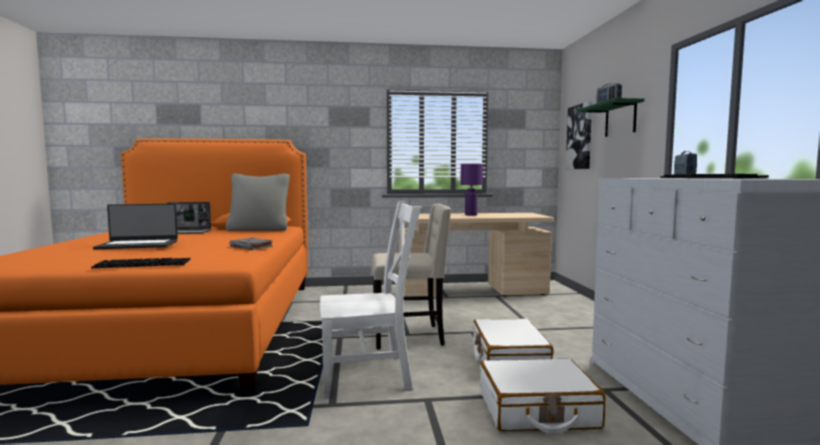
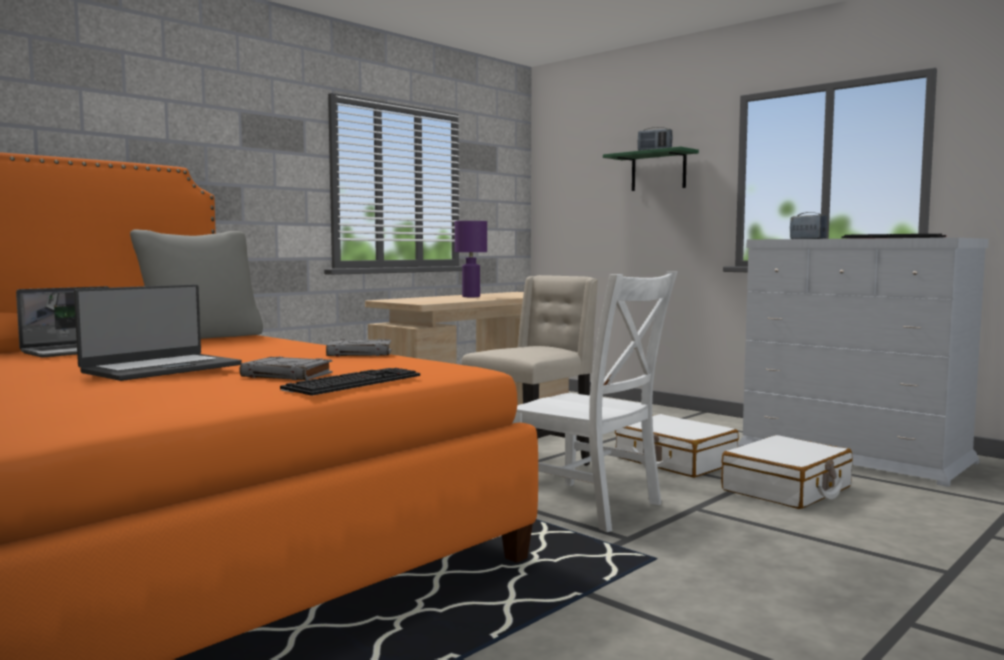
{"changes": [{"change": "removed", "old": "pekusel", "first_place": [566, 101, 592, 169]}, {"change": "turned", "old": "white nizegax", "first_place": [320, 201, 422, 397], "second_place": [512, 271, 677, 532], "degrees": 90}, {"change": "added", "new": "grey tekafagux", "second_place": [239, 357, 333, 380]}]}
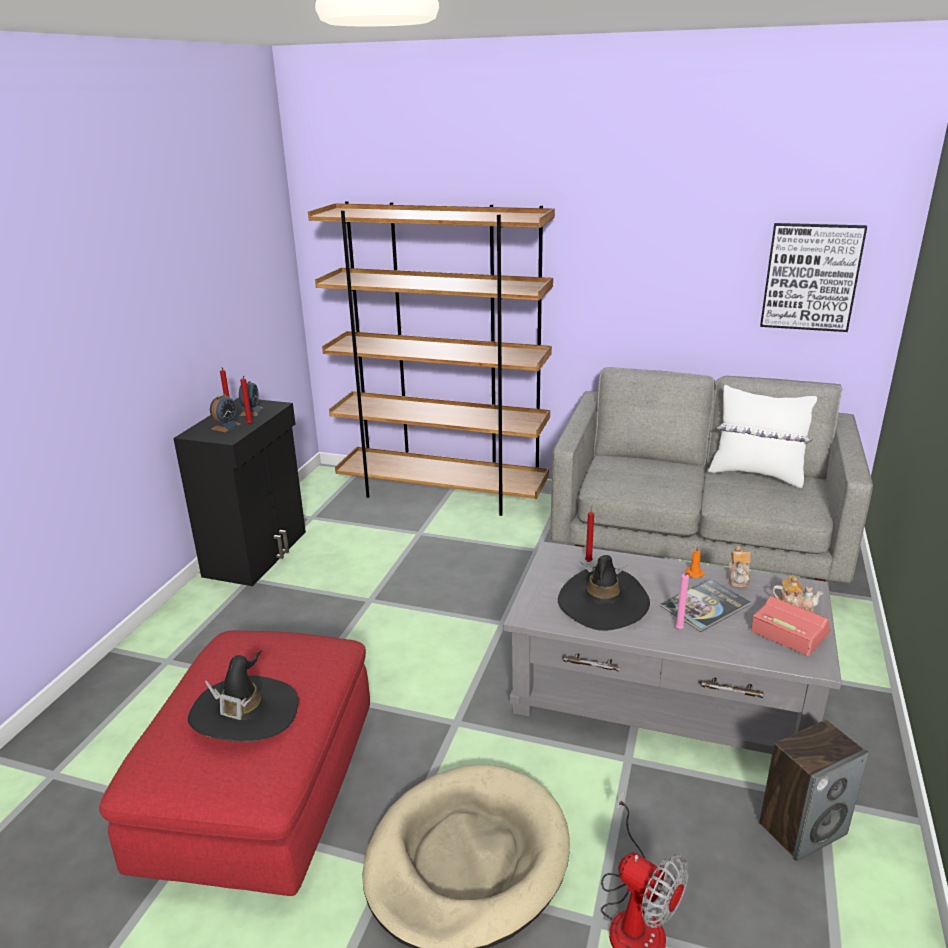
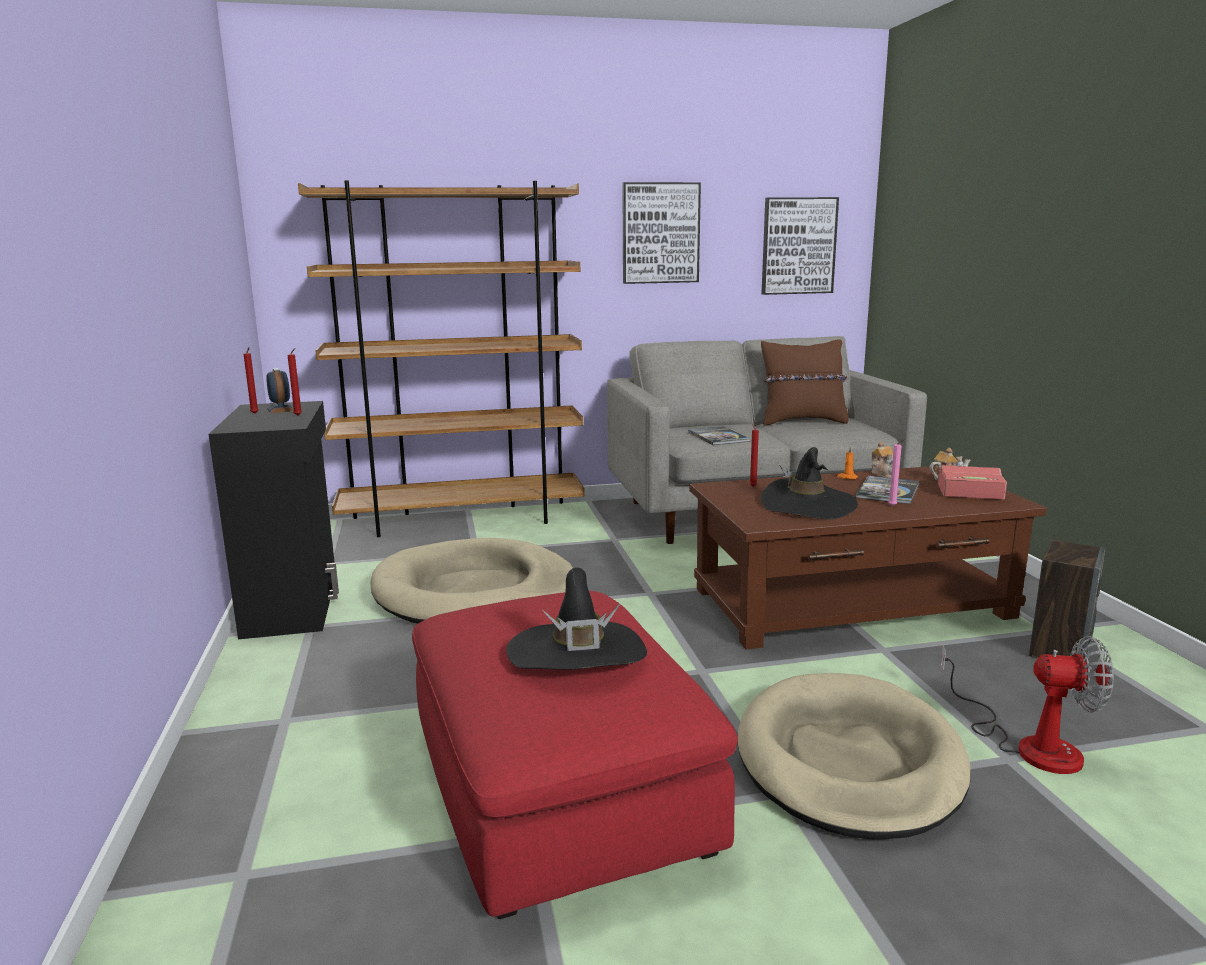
{"changes": [{"change": "recoloured", "old": "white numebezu", "new": "brown numebezu", "first_place": [708, 385, 817, 488], "second_place": [761, 339, 849, 425]}, {"change": "removed", "old": "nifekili", "first_place": [210, 394, 241, 432]}, {"change": "recoloured", "old": "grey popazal", "new": "brown popazal", "first_place": [503, 541, 842, 754], "second_place": [689, 466, 1047, 649]}, {"change": "added", "new": "pekusel", "second_place": [622, 182, 701, 284]}, {"change": "added", "new": "tekafagux", "second_place": [688, 426, 751, 445]}, {"change": "added", "new": "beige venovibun", "second_place": [370, 538, 573, 624]}]}
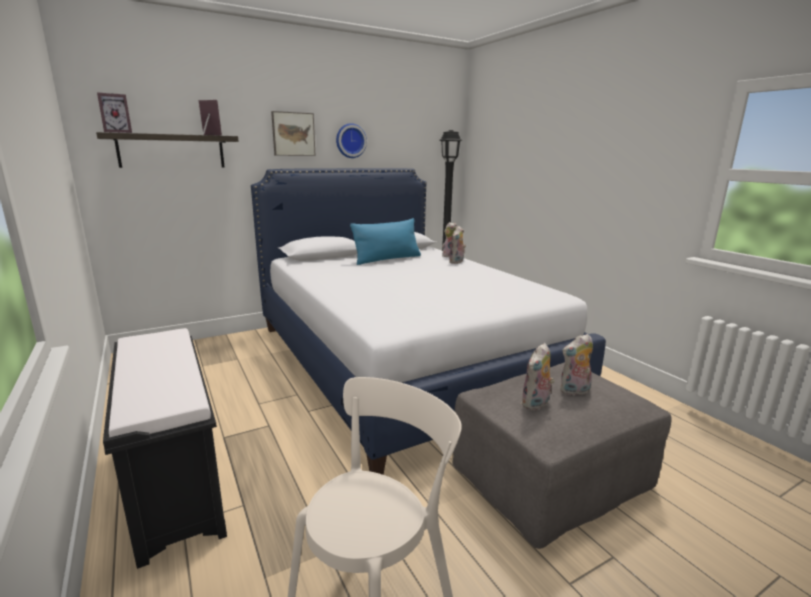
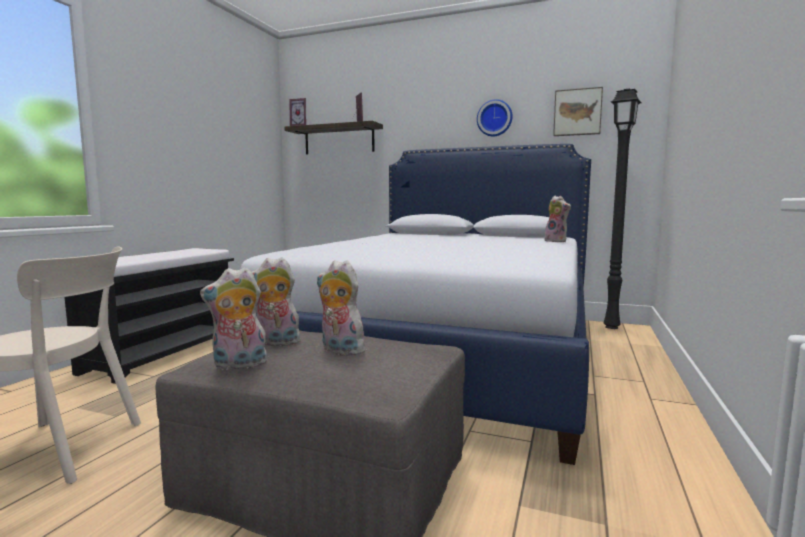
{"changes": [{"change": "moved", "old": "pekusel", "first_place": [271, 111, 316, 156], "second_place": [553, 87, 603, 136]}, {"change": "removed", "old": "blue numebezu", "first_place": [350, 218, 421, 265]}, {"change": "moved", "old": "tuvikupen", "first_place": [449, 226, 466, 264], "second_place": [200, 267, 267, 370]}]}
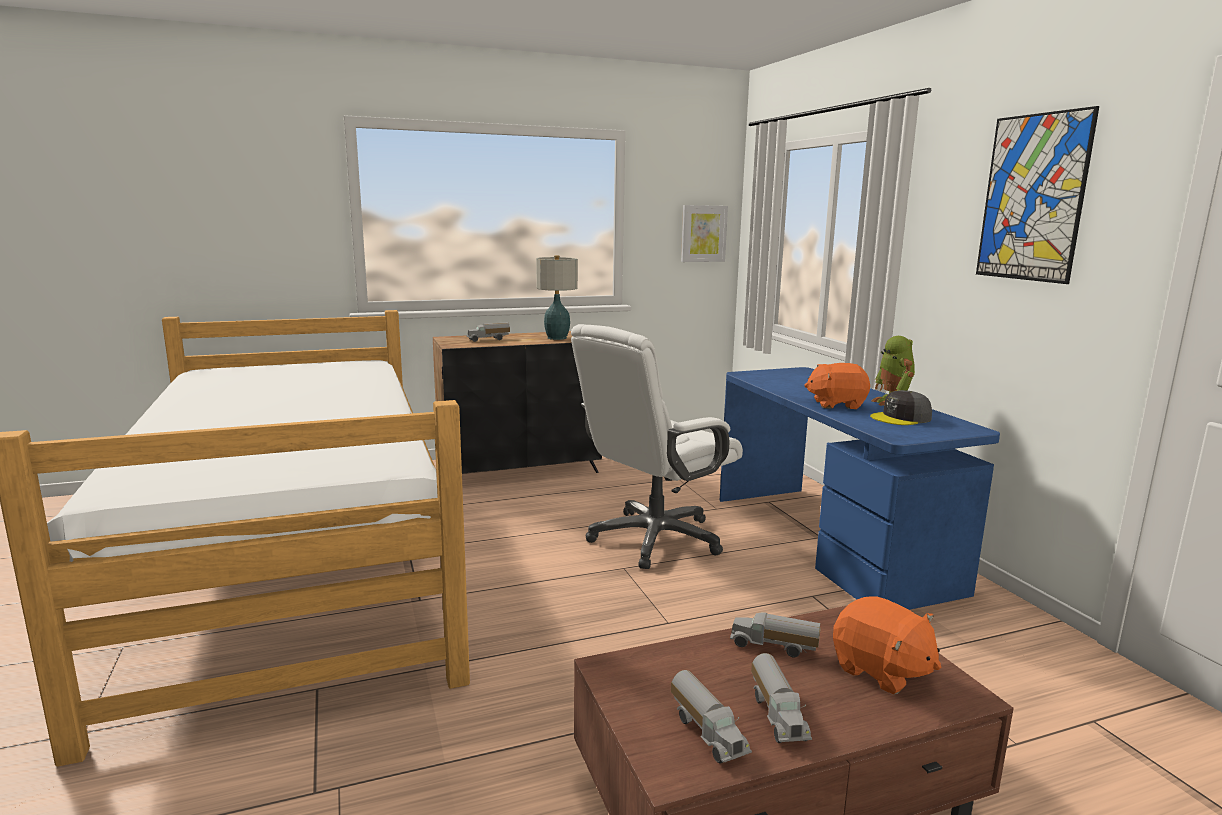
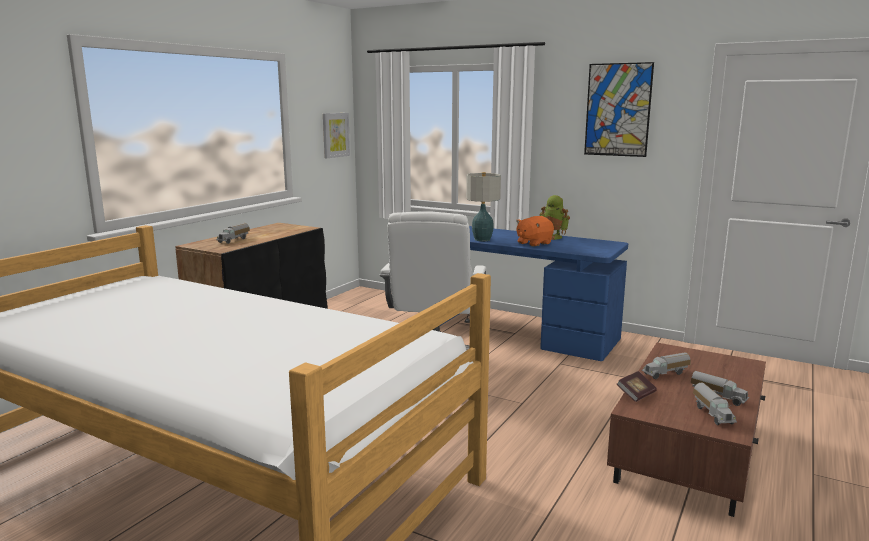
{"changes": [{"change": "moved", "old": "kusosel", "first_place": [536, 255, 578, 340], "second_place": [466, 172, 501, 241]}, {"change": "removed", "old": "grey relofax", "first_place": [870, 390, 932, 425]}, {"change": "removed", "old": "orange tuvikupen", "first_place": [833, 596, 941, 694]}, {"change": "turned", "old": "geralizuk", "first_place": [671, 670, 752, 763], "second_place": [693, 383, 737, 425], "degrees": 60}, {"change": "added", "new": "tekafagux", "second_place": [617, 371, 657, 402]}]}
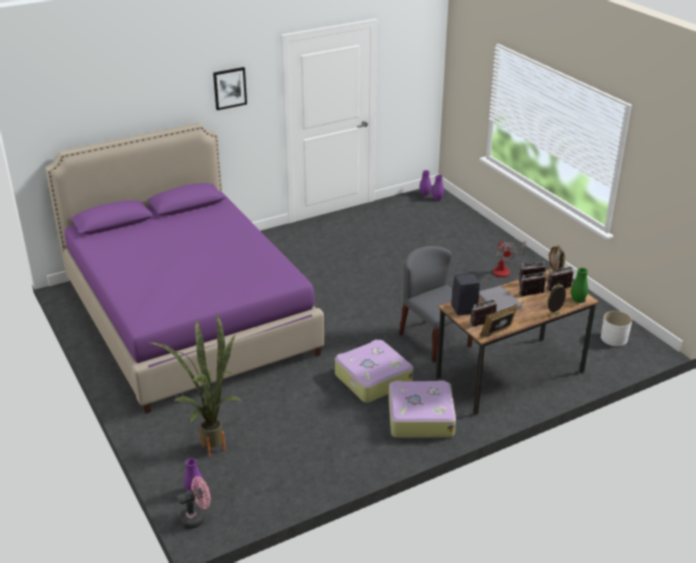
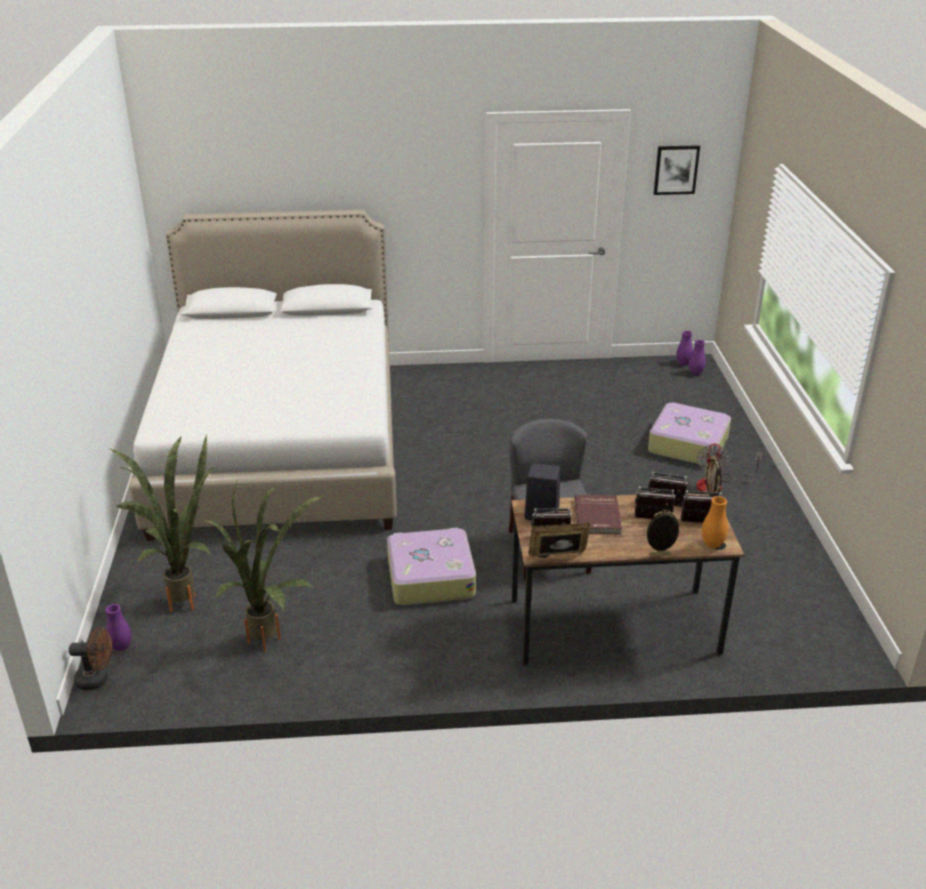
{"changes": [{"change": "moved", "old": "pekusel", "first_place": [213, 67, 247, 110], "second_place": [654, 145, 700, 195]}, {"change": "recoloured", "old": "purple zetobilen", "new": "white zetobilen", "first_place": [45, 123, 324, 414], "second_place": [129, 209, 397, 541]}, {"change": "recoloured", "old": "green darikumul", "new": "orange darikumul", "first_place": [571, 268, 588, 303], "second_place": [702, 496, 728, 548]}, {"change": "recoloured", "old": "grey tekafagux", "new": "red tekafagux", "first_place": [479, 286, 522, 312], "second_place": [574, 495, 622, 534]}, {"change": "removed", "old": "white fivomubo", "first_place": [601, 311, 632, 346]}, {"change": "moved", "old": "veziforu", "first_place": [389, 380, 456, 438], "second_place": [648, 402, 731, 466]}, {"change": "recoloured", "old": "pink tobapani", "new": "brown tobapani", "first_place": [177, 476, 210, 529], "second_place": [69, 627, 112, 690]}, {"change": "added", "new": "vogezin", "second_place": [202, 481, 325, 652]}]}
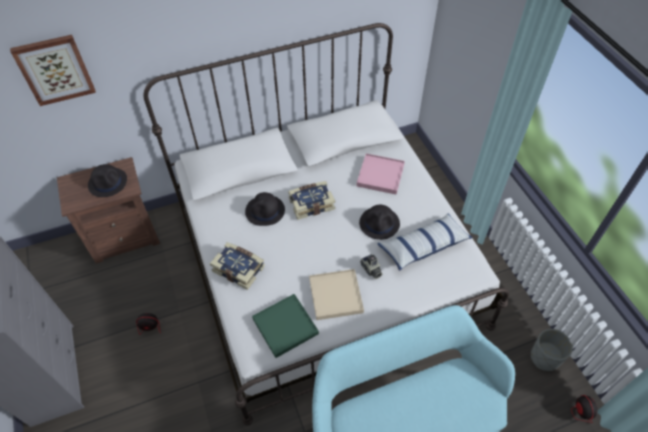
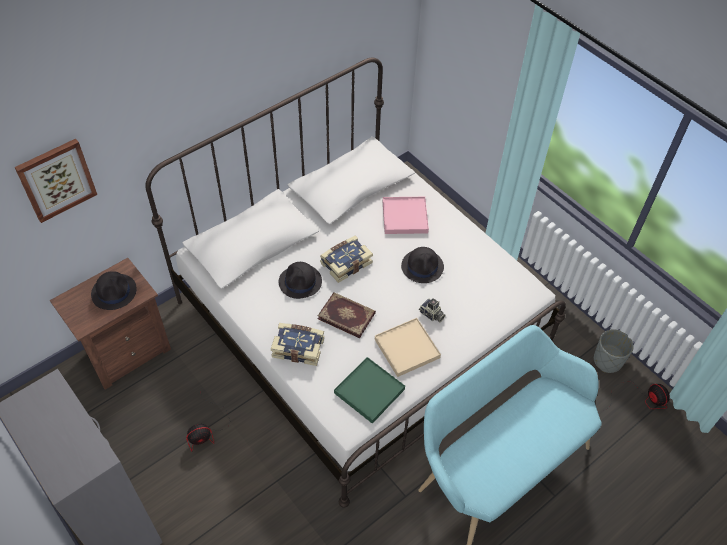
{"changes": [{"change": "removed", "old": "numebezu", "first_place": [377, 214, 473, 271]}, {"change": "added", "new": "tekafagux", "second_place": [318, 292, 376, 338]}]}
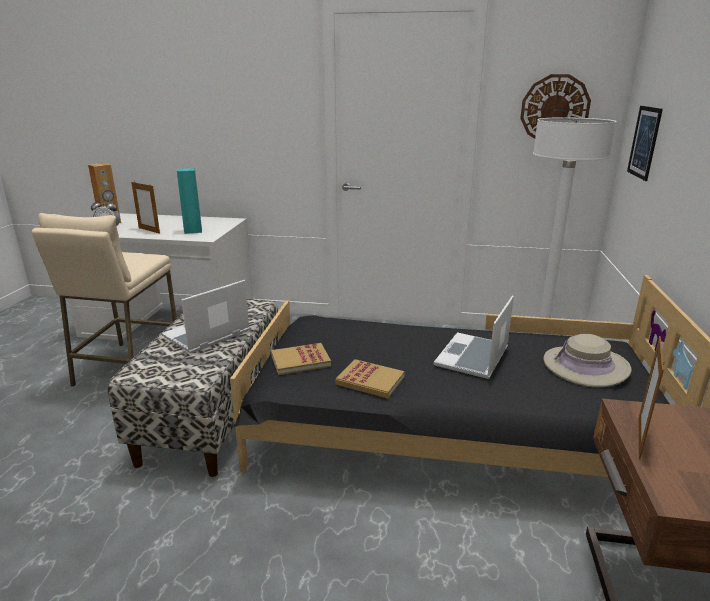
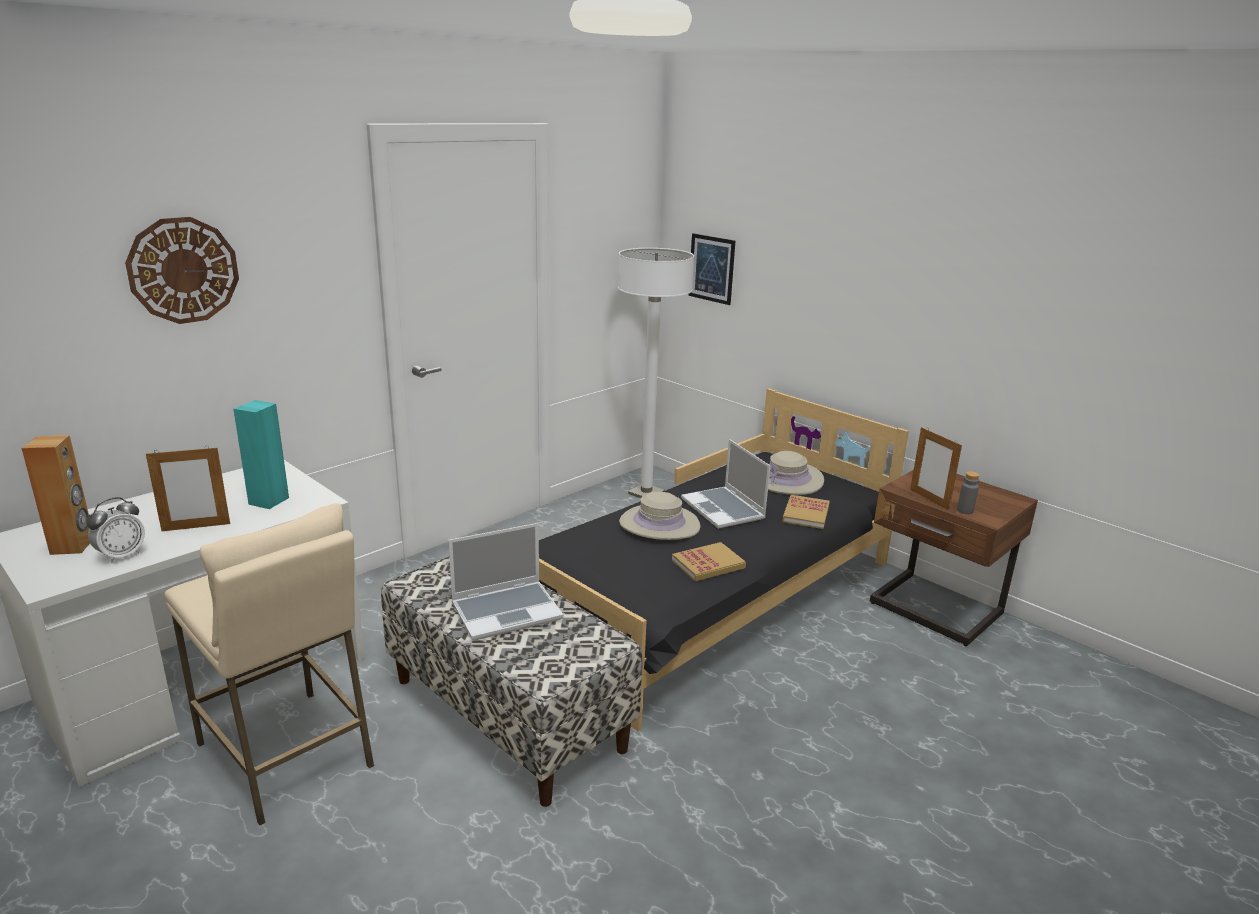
{"changes": [{"change": "moved", "old": "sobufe", "first_place": [520, 74, 591, 139], "second_place": [125, 217, 239, 324]}, {"change": "turned", "old": "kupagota", "first_place": [162, 280, 250, 353], "second_place": [448, 523, 563, 640], "degrees": -105}, {"change": "moved", "old": "tekafagux", "first_place": [271, 343, 331, 375], "second_place": [782, 495, 830, 529]}, {"change": "added", "new": "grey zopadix", "second_place": [957, 471, 980, 514]}, {"change": "added", "new": "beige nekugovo", "second_place": [619, 492, 700, 540]}]}
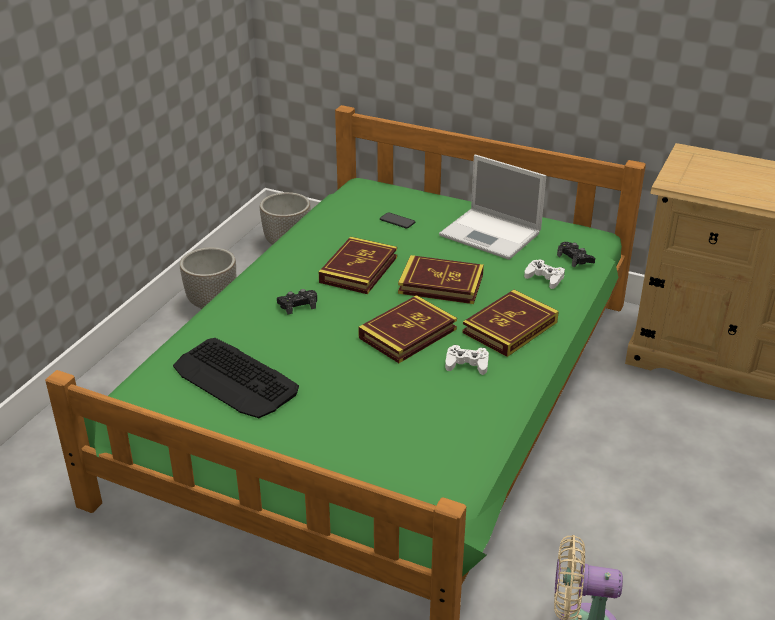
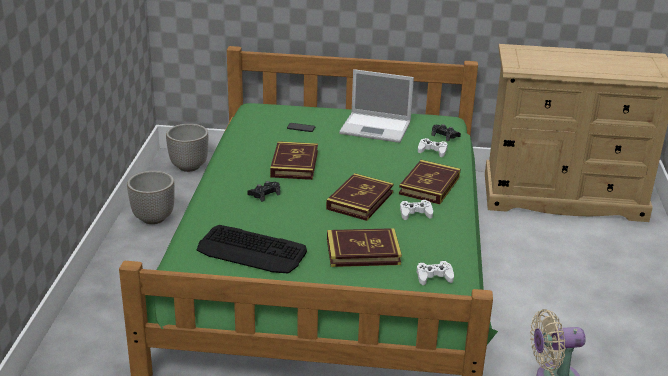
{"changes": [{"change": "moved", "old": "tekafagux", "first_place": [398, 255, 484, 304], "second_place": [327, 228, 402, 267]}, {"change": "added", "new": "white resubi", "second_place": [417, 261, 454, 285]}]}
